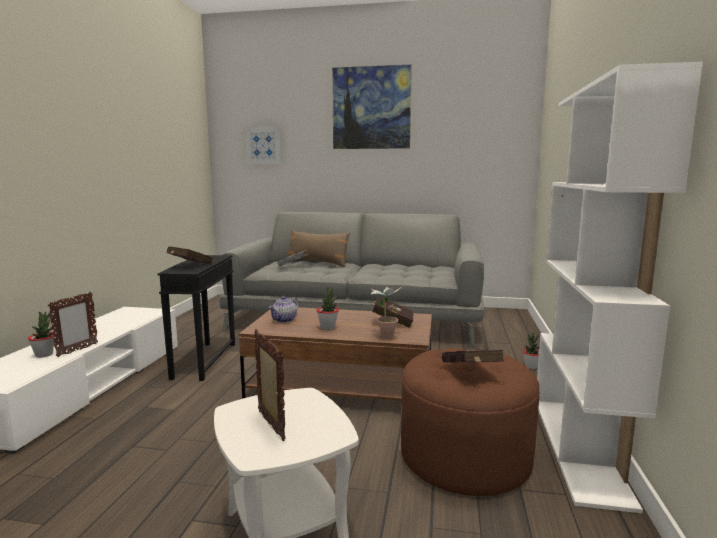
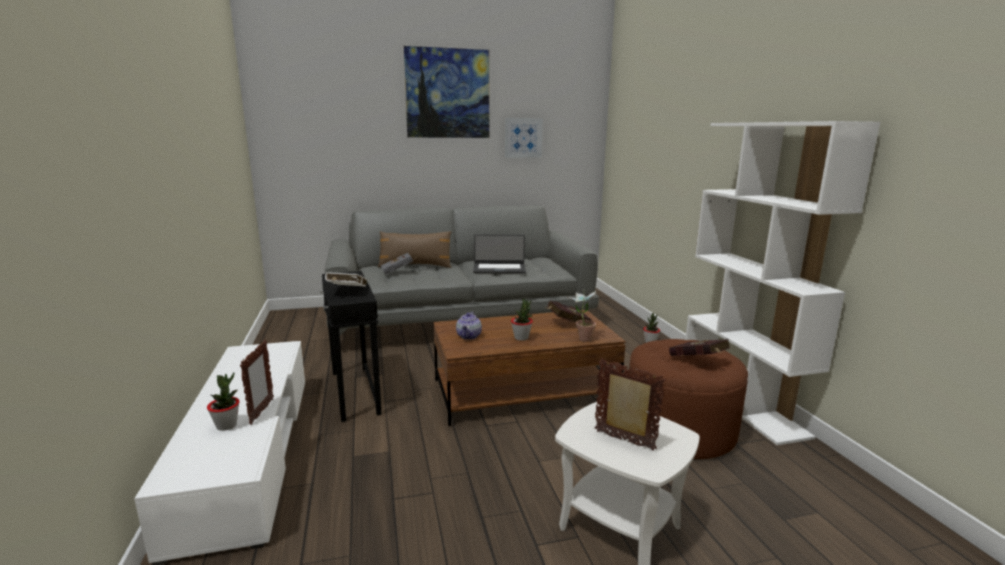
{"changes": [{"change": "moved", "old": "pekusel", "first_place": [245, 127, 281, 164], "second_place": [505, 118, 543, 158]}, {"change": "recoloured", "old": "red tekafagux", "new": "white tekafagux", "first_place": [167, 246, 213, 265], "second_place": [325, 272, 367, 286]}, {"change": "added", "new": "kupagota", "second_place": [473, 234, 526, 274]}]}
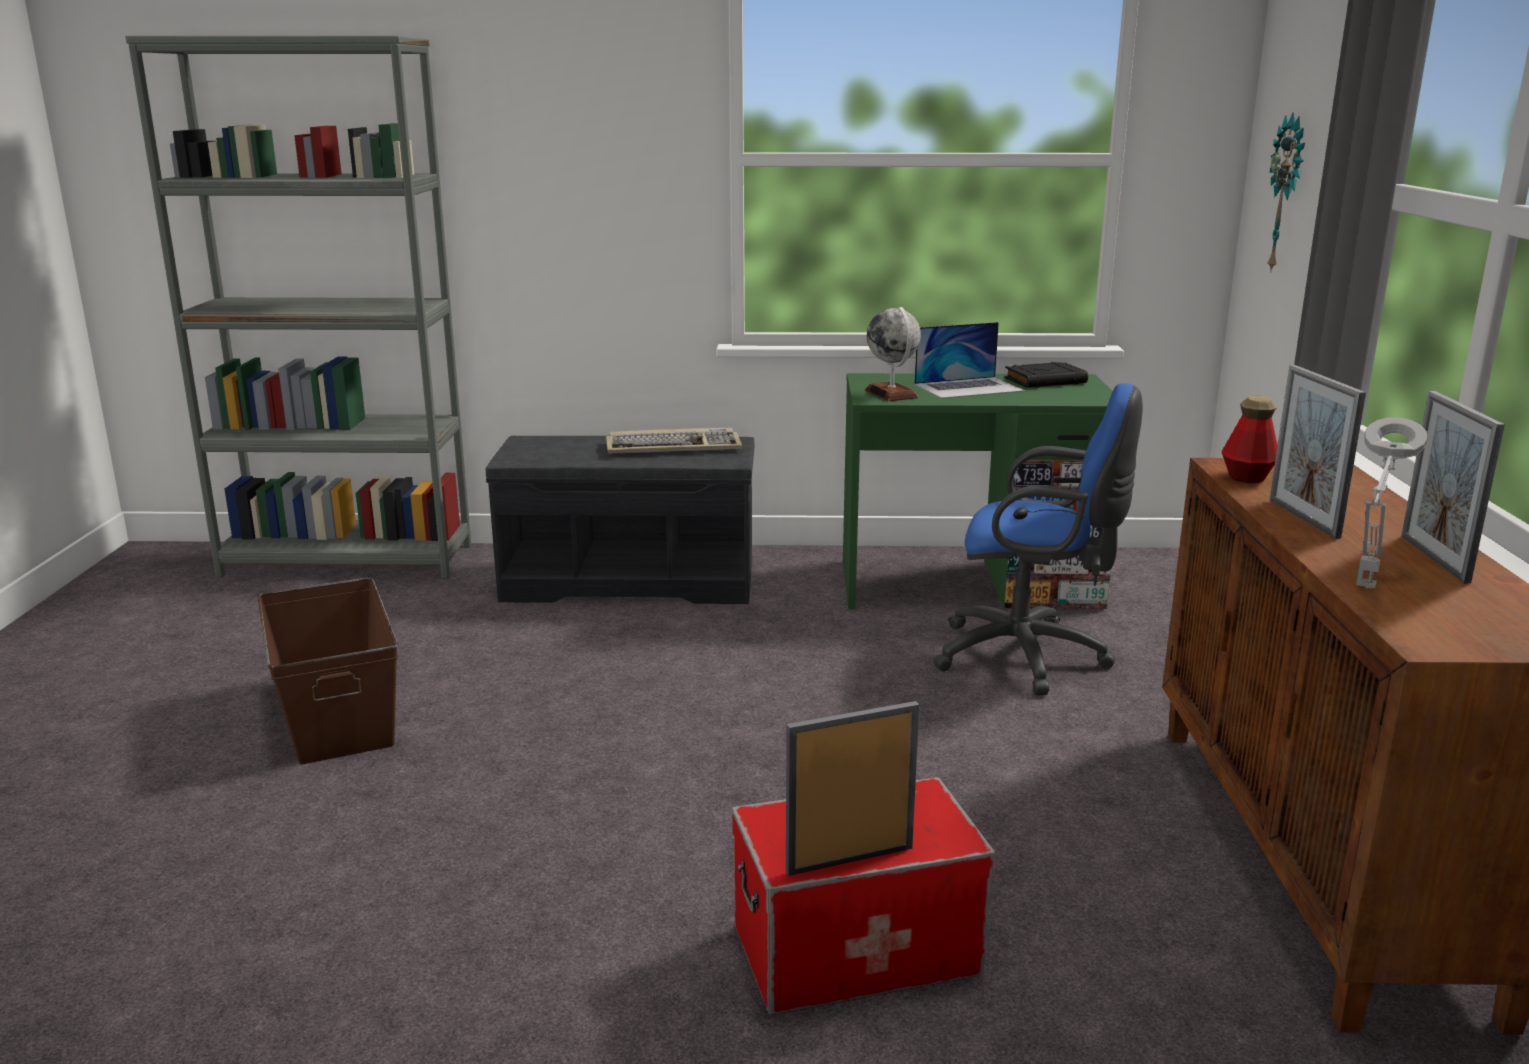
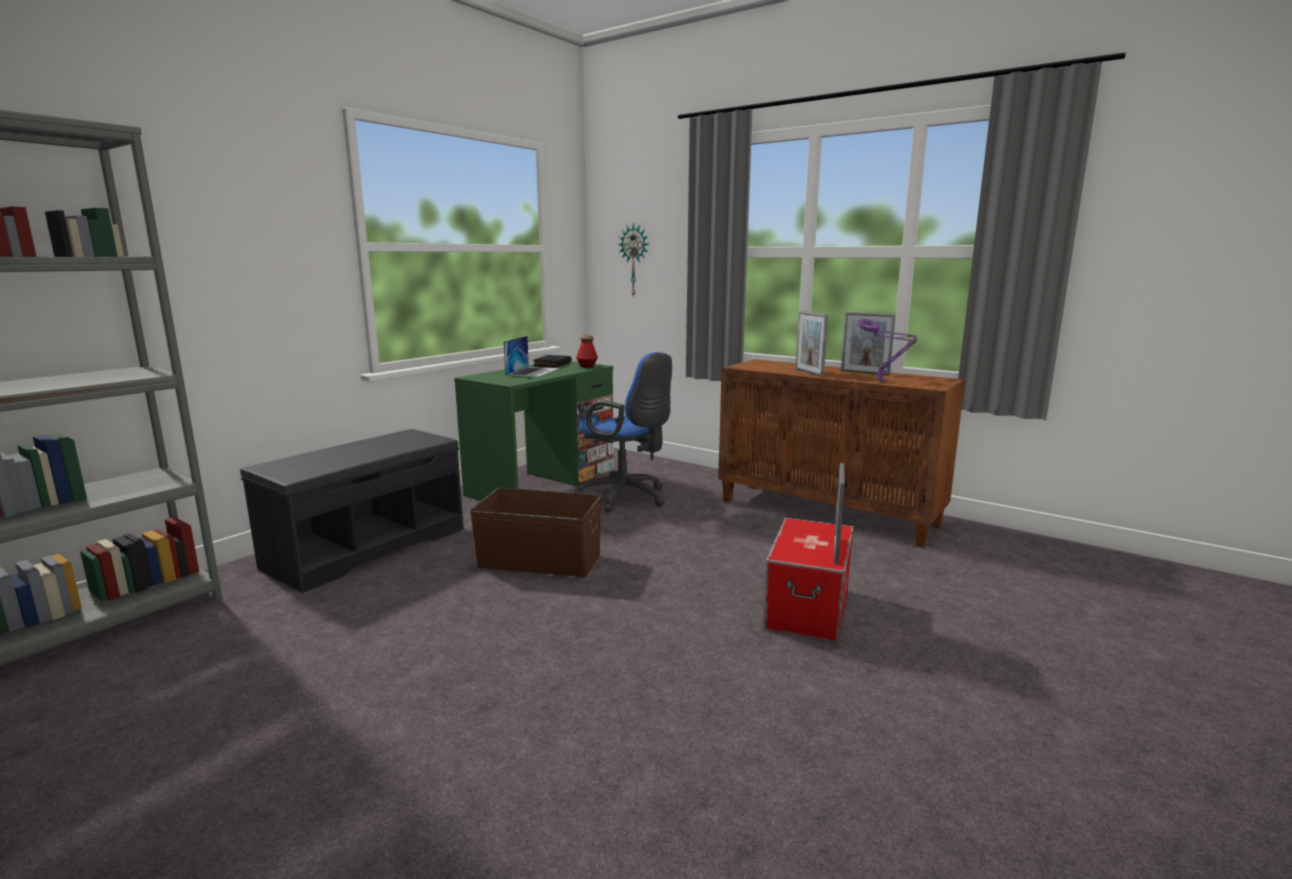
{"changes": [{"change": "removed", "old": "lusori", "first_place": [865, 307, 921, 401]}, {"change": "turned", "old": "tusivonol", "first_place": [1270, 365, 1366, 539], "second_place": [795, 311, 828, 377], "degrees": 45}, {"change": "turned", "old": "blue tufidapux", "first_place": [933, 383, 1143, 695], "second_place": [574, 352, 672, 512], "degrees": 75}, {"change": "moved", "old": "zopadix", "first_place": [1221, 395, 1278, 483], "second_place": [576, 335, 598, 368]}, {"change": "recoloured", "old": "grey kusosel", "new": "purple kusosel", "first_place": [1356, 417, 1428, 588], "second_place": [858, 319, 917, 382]}, {"change": "removed", "old": "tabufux", "first_place": [606, 428, 742, 453]}, {"change": "moved", "old": "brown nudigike", "first_place": [257, 577, 398, 765], "second_place": [470, 488, 601, 577]}]}
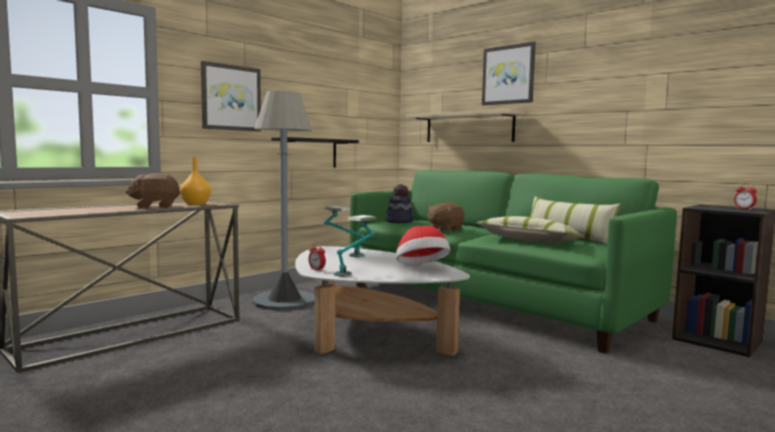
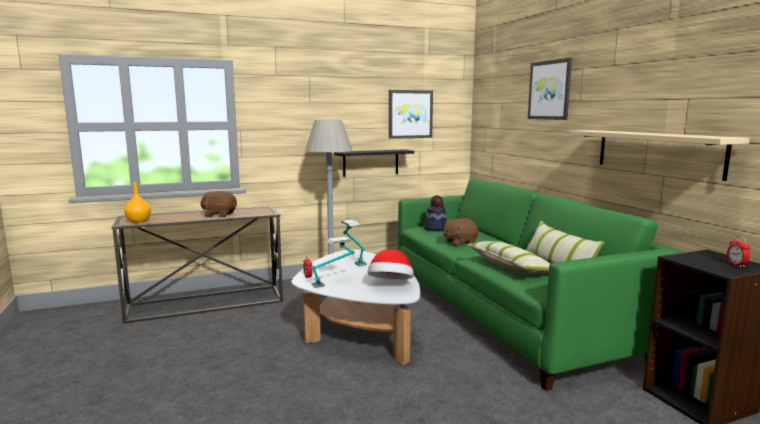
{"changes": [{"change": "moved", "old": "pekusel", "first_place": [201, 61, 261, 131], "second_place": [389, 90, 433, 139]}, {"change": "moved", "old": "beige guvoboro", "first_place": [406, 109, 526, 142], "second_place": [570, 130, 750, 181]}, {"change": "moved", "old": "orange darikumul", "first_place": [180, 156, 211, 205], "second_place": [124, 182, 151, 223]}]}
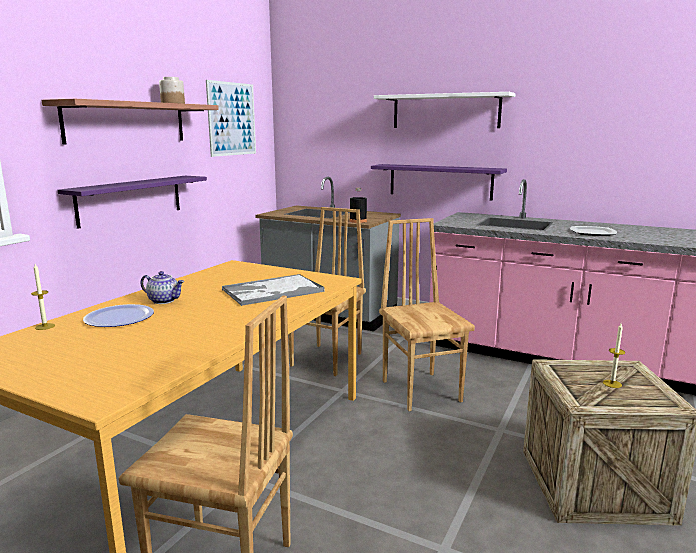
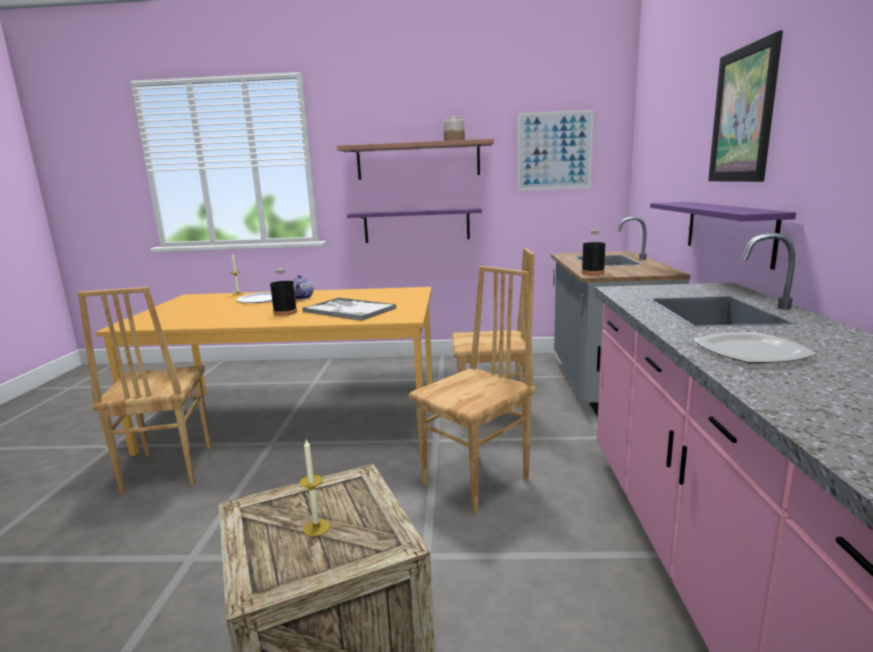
{"changes": [{"change": "replaced", "old": "white guvoboro", "new": "pekusel", "first_place": [374, 92, 516, 128], "second_place": [708, 30, 783, 182]}, {"change": "added", "new": "black zopadix", "second_place": [270, 269, 297, 316]}]}
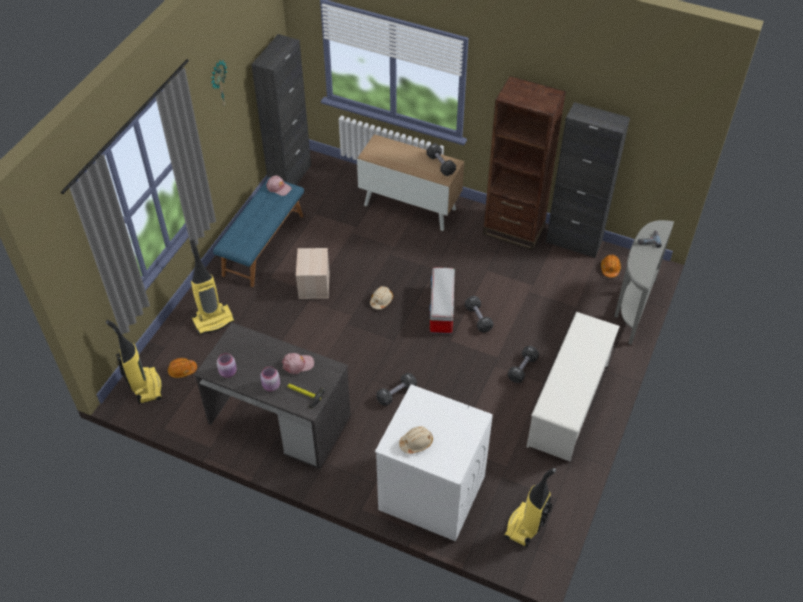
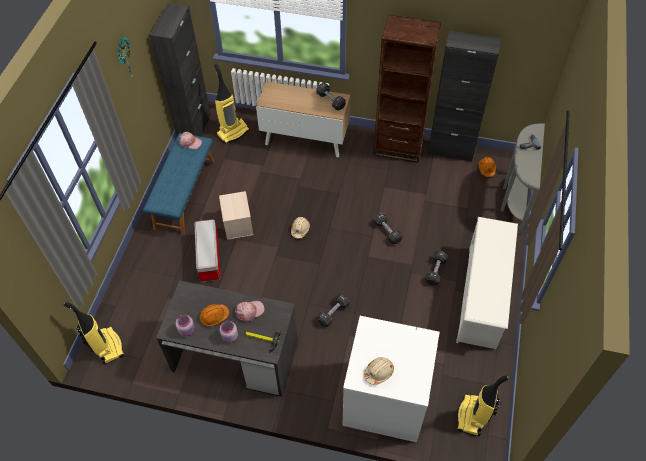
{"changes": [{"change": "moved", "old": "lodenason", "first_place": [190, 239, 235, 335], "second_place": [214, 63, 250, 144]}, {"change": "moved", "old": "nudigike", "first_place": [429, 267, 455, 334], "second_place": [194, 219, 221, 282]}, {"change": "moved", "old": "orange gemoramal", "first_place": [168, 358, 197, 378], "second_place": [200, 304, 229, 326]}]}
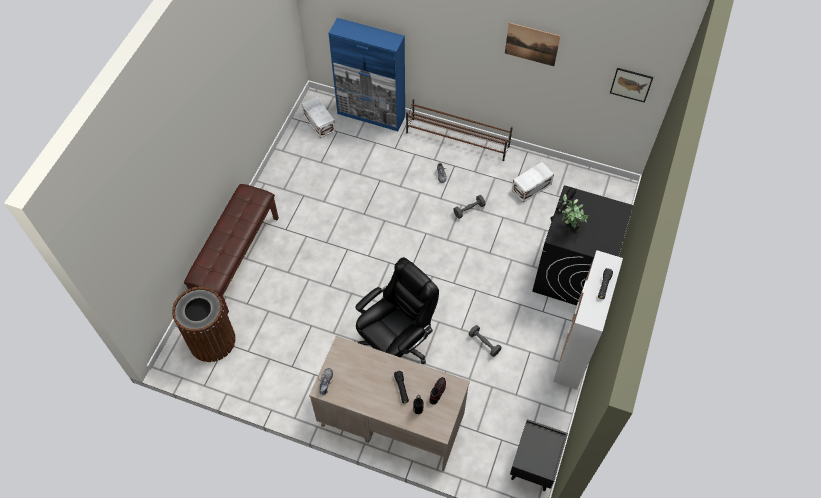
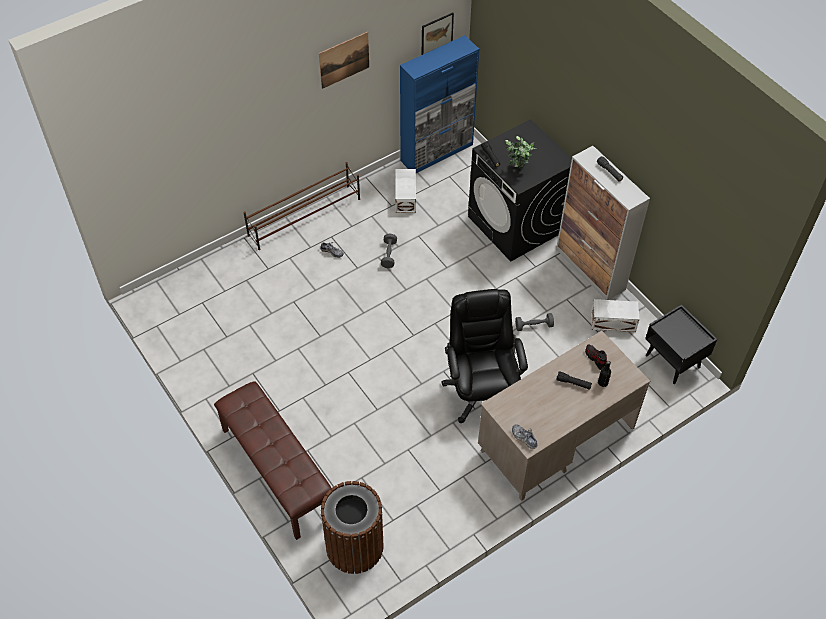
{"changes": [{"change": "moved", "old": "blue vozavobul", "first_place": [328, 18, 405, 131], "second_place": [400, 35, 479, 173]}, {"change": "moved", "old": "white nudigike", "first_place": [302, 97, 336, 138], "second_place": [591, 299, 640, 332]}]}
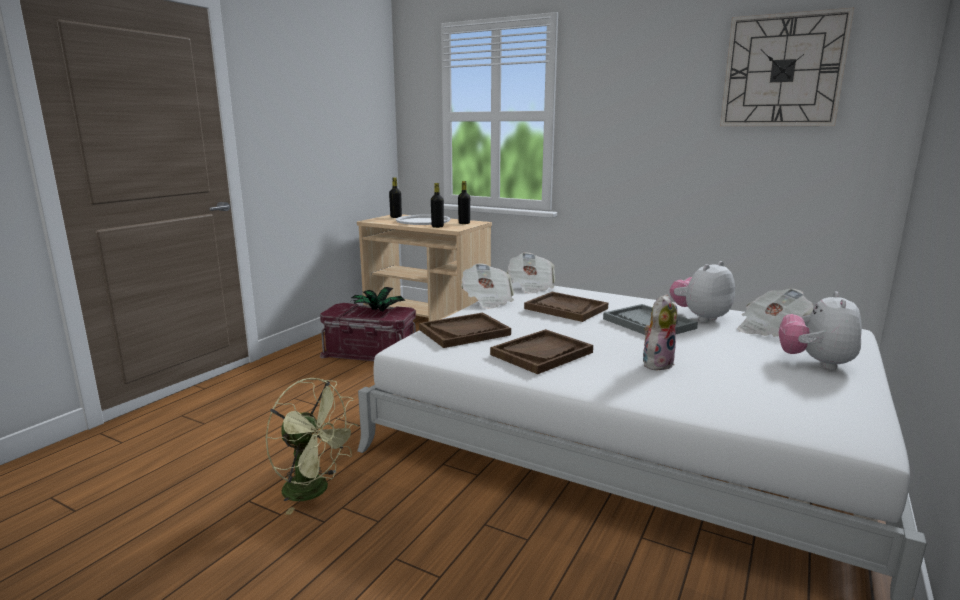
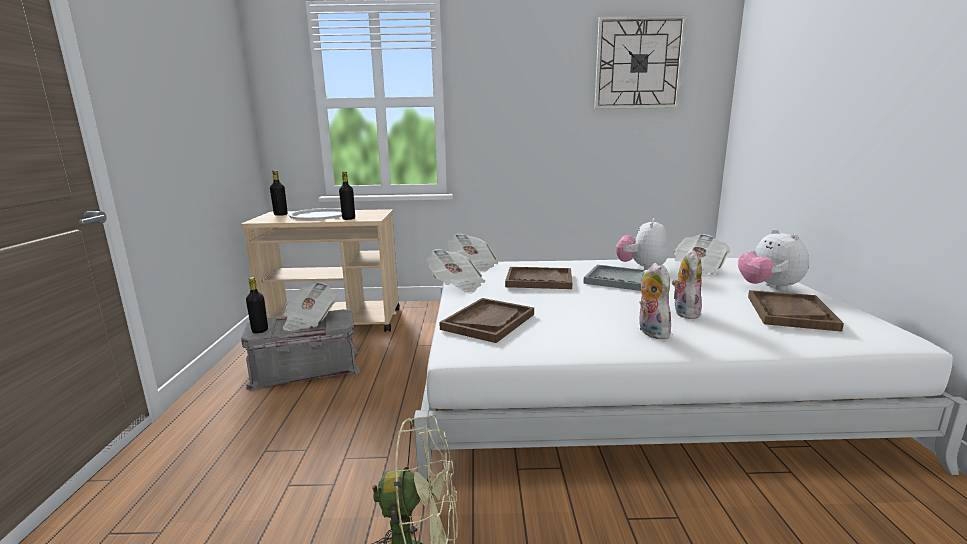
{"changes": [{"change": "moved", "old": "black zopadix", "first_place": [458, 181, 470, 224], "second_place": [246, 277, 268, 334]}, {"change": "replaced", "old": "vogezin", "new": "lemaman", "first_place": [351, 287, 406, 312], "second_place": [283, 282, 338, 331]}, {"change": "recoloured", "old": "red nudigike", "new": "grey nudigike", "first_place": [320, 303, 416, 361], "second_place": [241, 309, 361, 391]}, {"change": "moved", "old": "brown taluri", "first_place": [490, 329, 593, 374], "second_place": [748, 290, 844, 332]}, {"change": "added", "new": "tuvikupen", "second_place": [639, 263, 674, 339]}]}
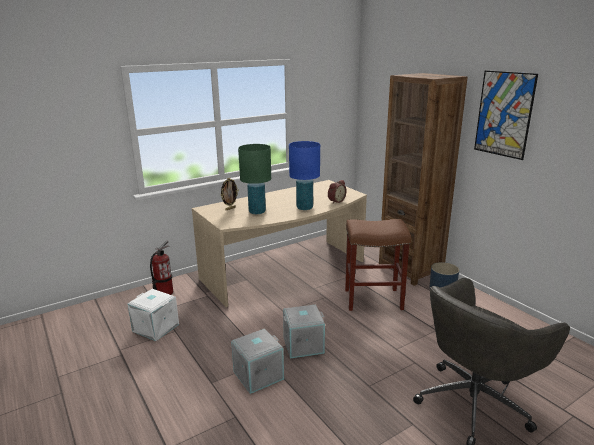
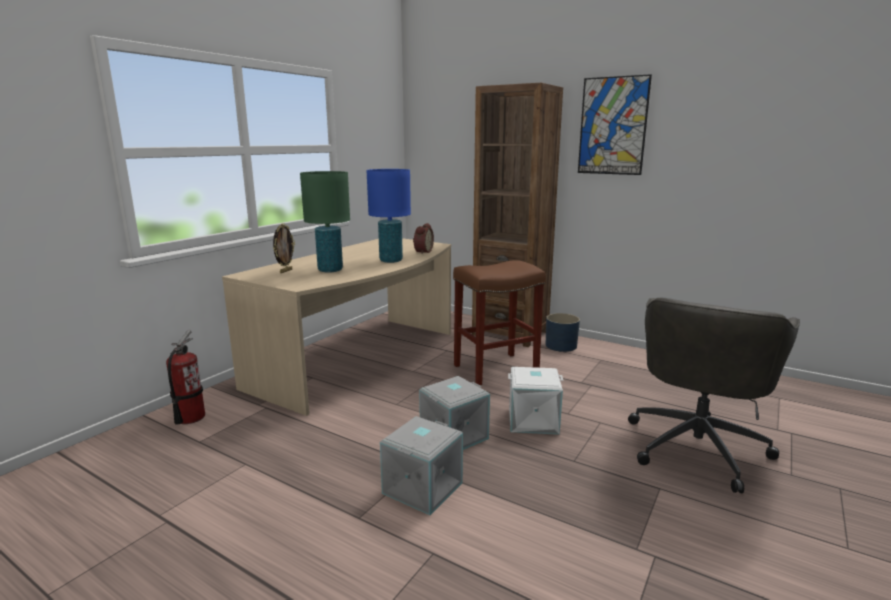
{"changes": [{"change": "moved", "old": "white nudigike", "first_place": [128, 289, 179, 341], "second_place": [508, 367, 564, 435]}]}
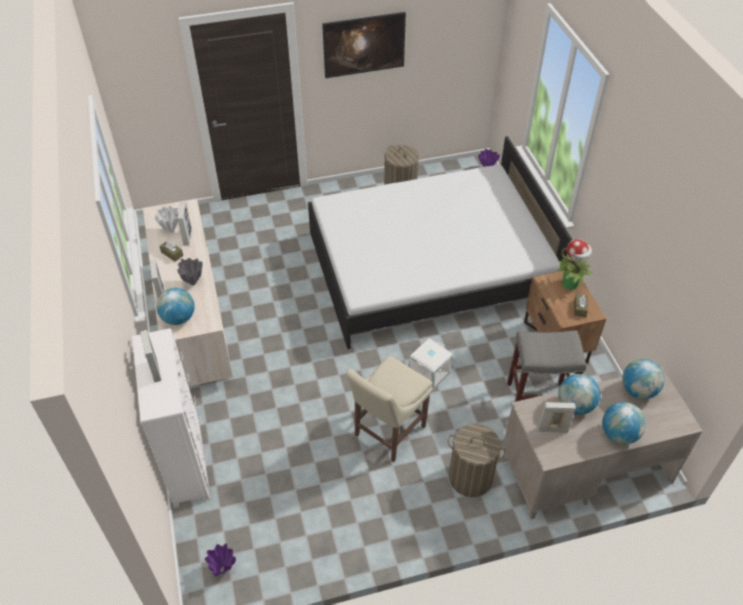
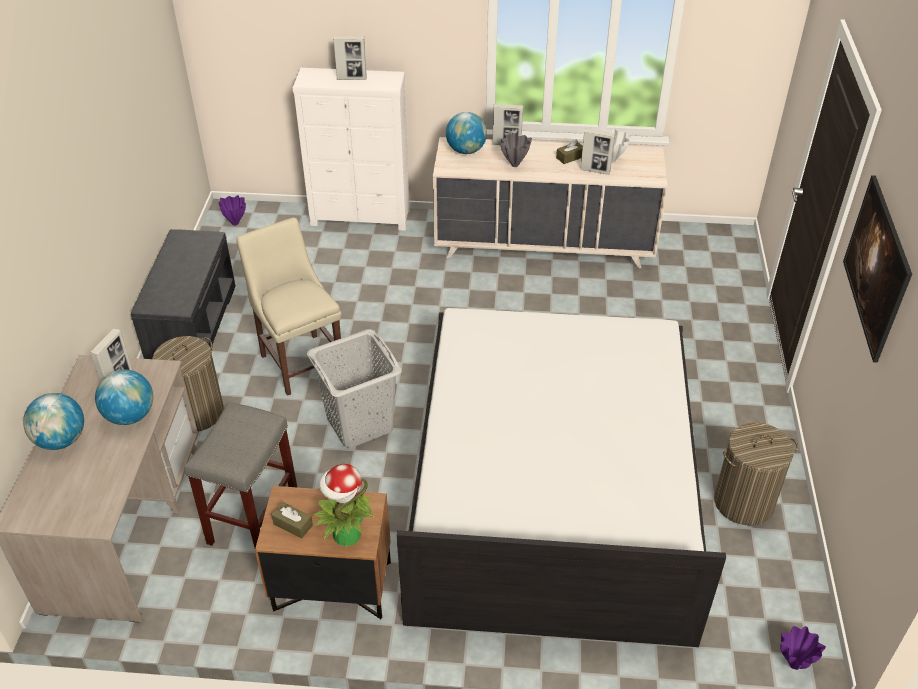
{"changes": [{"change": "replaced", "old": "white nudigike", "new": "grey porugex", "first_place": [409, 338, 453, 390], "second_place": [307, 329, 401, 448]}, {"change": "removed", "old": "lusori", "first_place": [622, 359, 665, 399]}, {"change": "added", "new": "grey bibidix", "second_place": [131, 229, 236, 359]}]}
